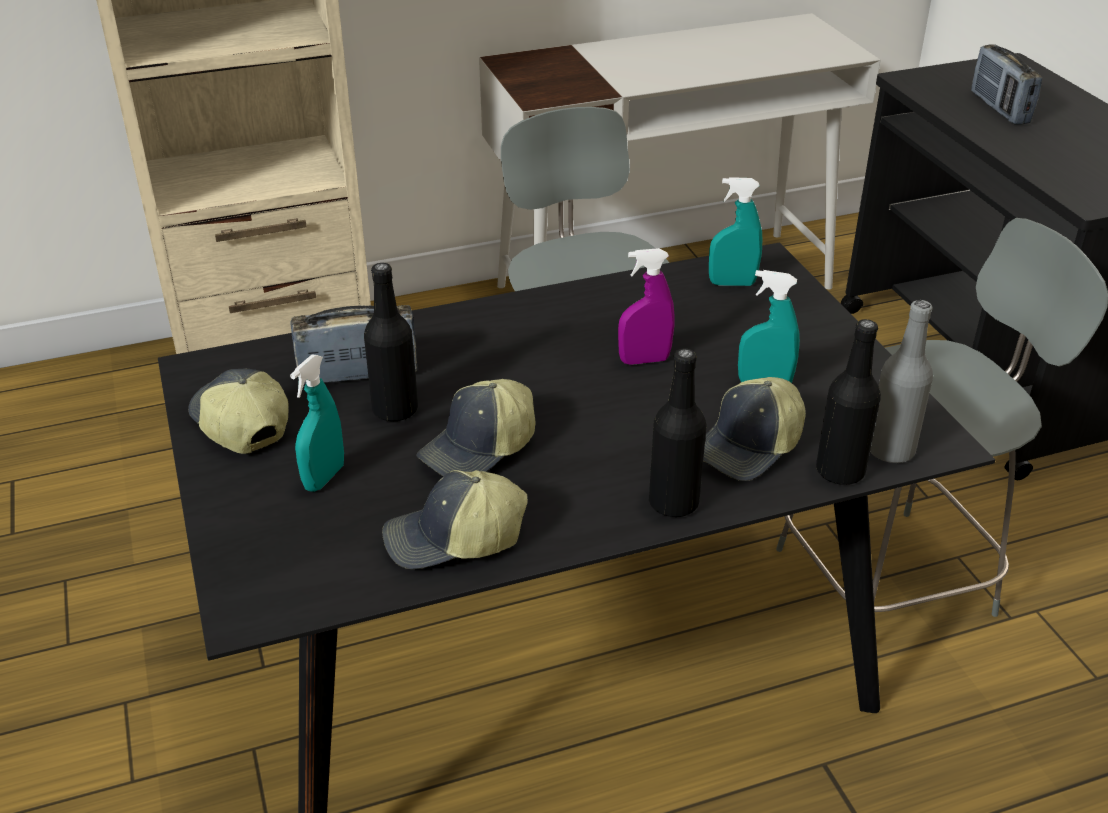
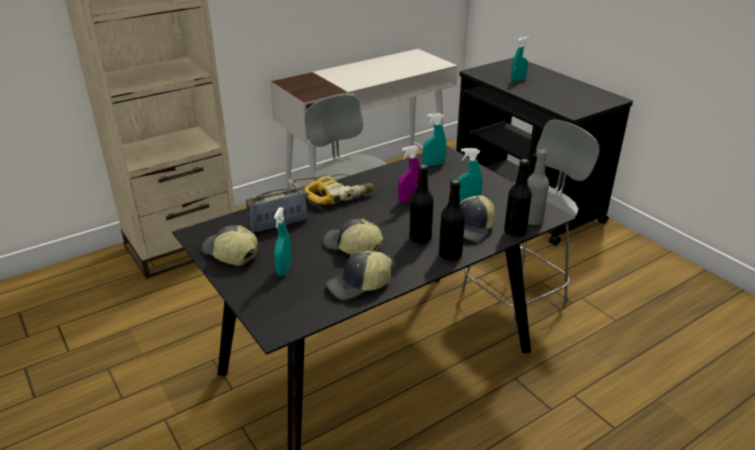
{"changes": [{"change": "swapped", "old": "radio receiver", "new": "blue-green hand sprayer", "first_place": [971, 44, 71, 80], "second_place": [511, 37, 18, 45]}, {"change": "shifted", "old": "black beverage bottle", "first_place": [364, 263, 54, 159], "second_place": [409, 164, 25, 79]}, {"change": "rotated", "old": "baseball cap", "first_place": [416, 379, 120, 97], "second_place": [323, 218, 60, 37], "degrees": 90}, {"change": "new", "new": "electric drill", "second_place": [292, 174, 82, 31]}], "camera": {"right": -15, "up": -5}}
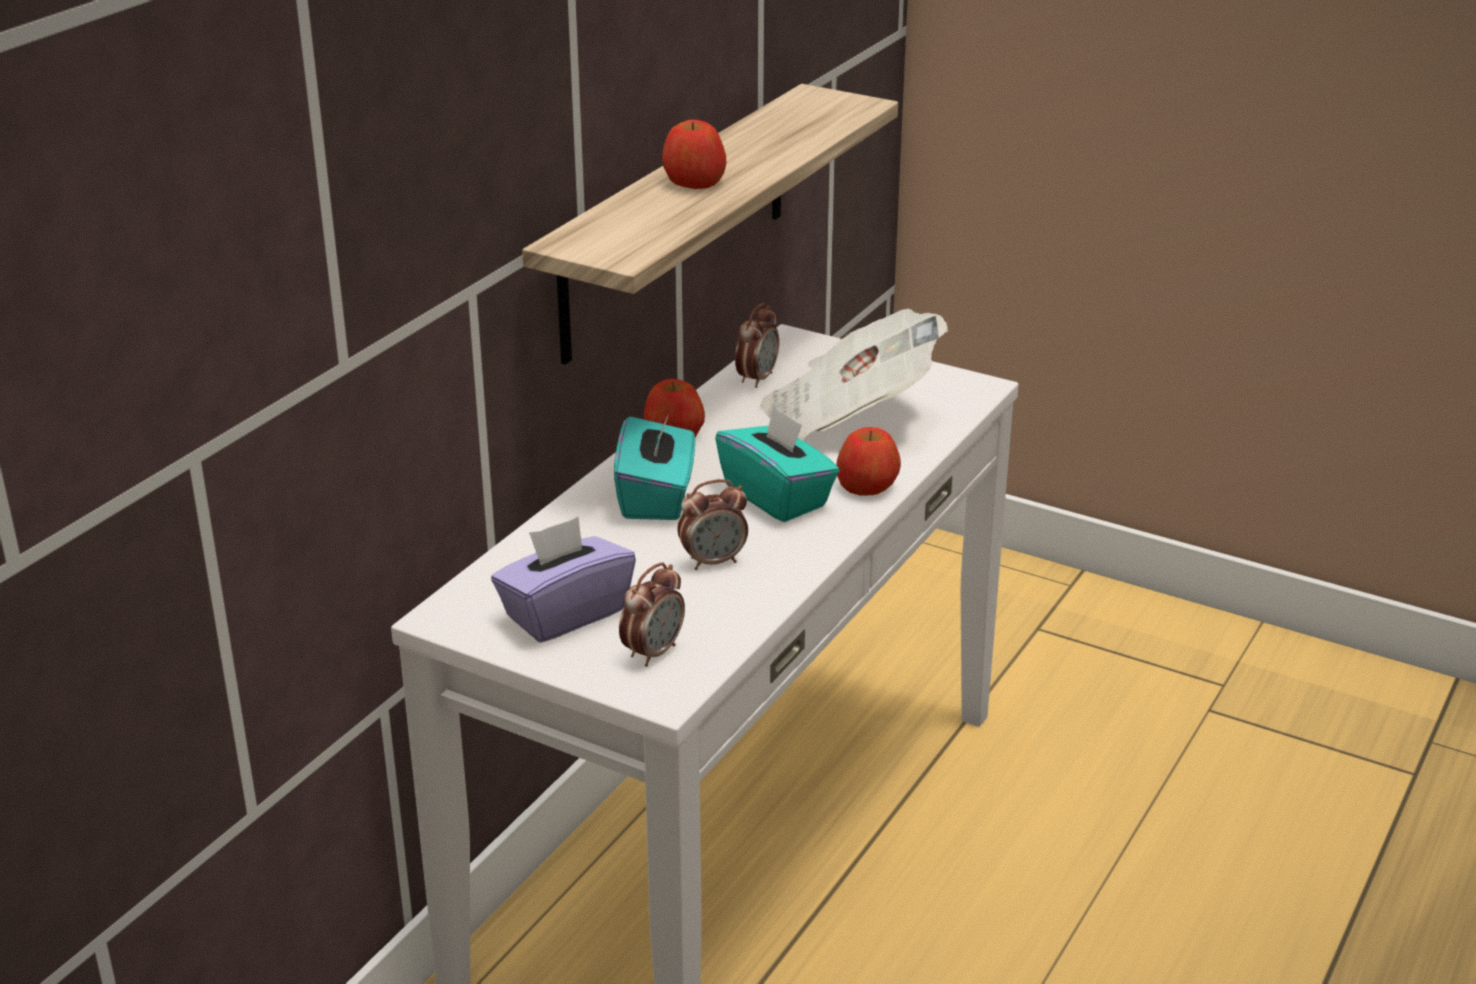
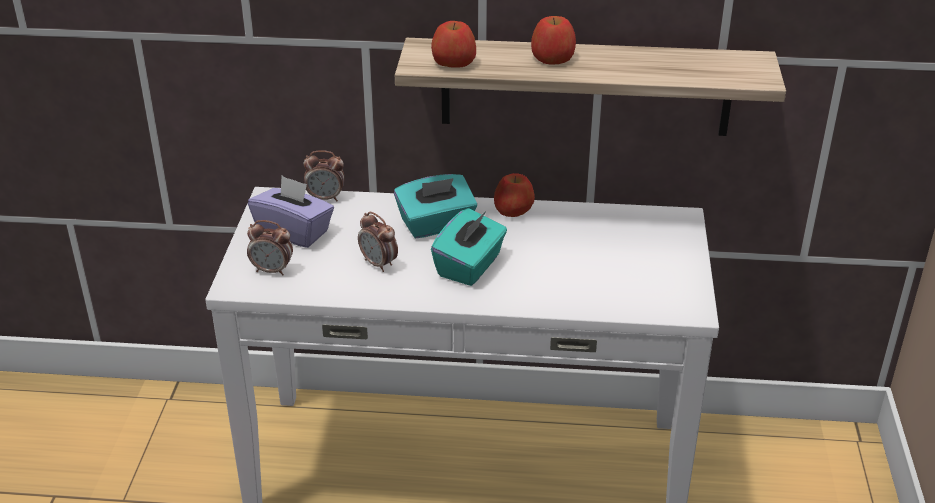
{"changes": [{"change": "shifted", "old": "table clock", "first_place": [735, 303, 44, 85], "second_place": [304, 150, 40, 51]}, {"change": "gone", "old": "newspaper", "first_place": [760, 308, 188, 131]}, {"change": "shifted", "old": "apple fruit", "first_place": [836, 427, 65, 69], "second_place": [431, 21, 45, 47]}], "camera": {"right": 65, "up": 5}}
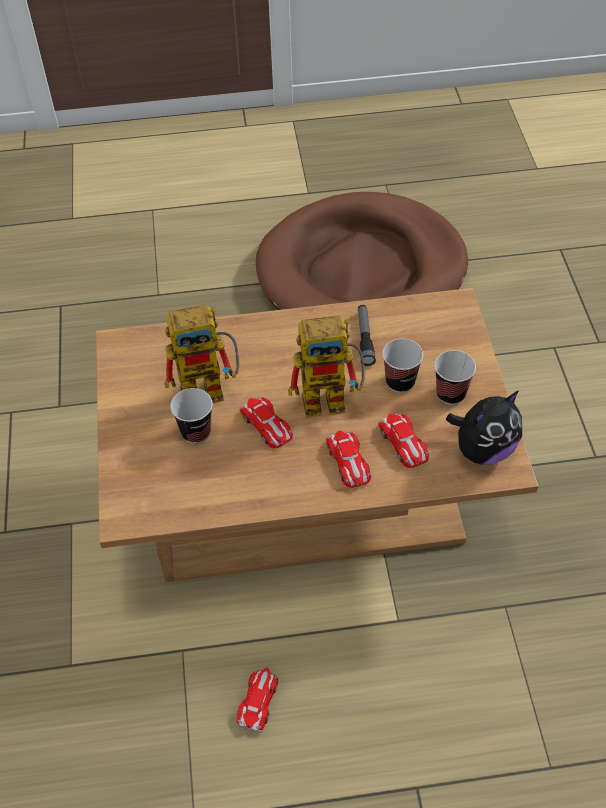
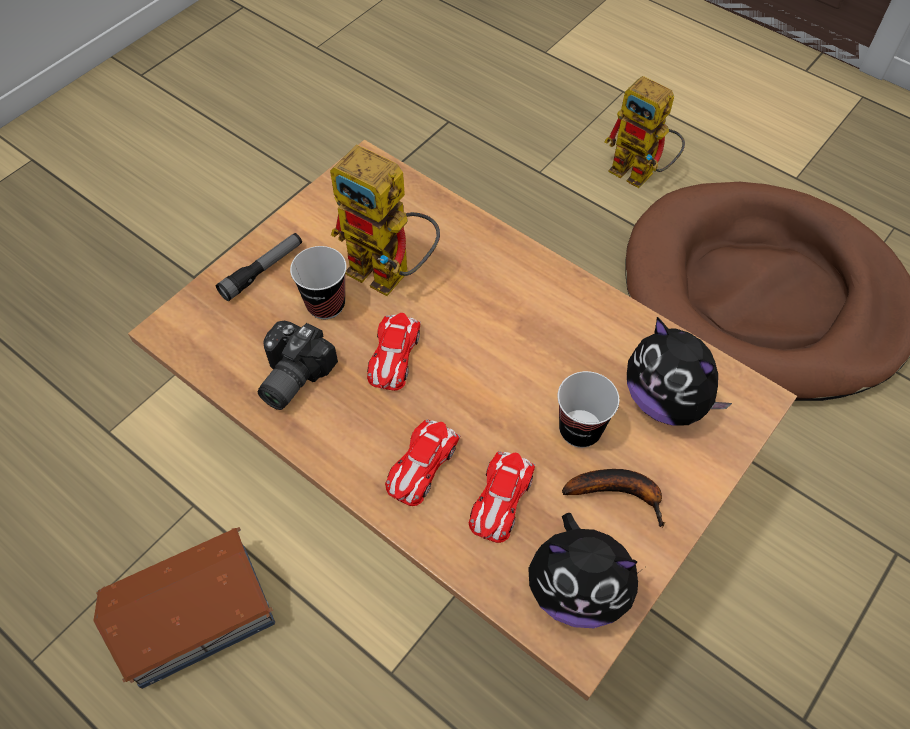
{"changes": [{"change": "shifted", "old": "flashlight", "first_place": [358, 305, 18, 61], "second_place": [216, 233, 86, 68]}, {"change": "shifted", "old": "model robot", "first_place": [288, 315, 77, 102], "second_place": [604, 76, 81, 112]}, {"change": "swapped", "old": "cup", "new": "banana", "first_place": [435, 350, 41, 55], "second_place": [562, 469, 103, 58]}, {"change": "swapped", "old": "model car", "new": "miniature house", "first_place": [236, 668, 42, 65], "second_place": [94, 527, 181, 162]}, {"change": "new", "new": "plush toy", "second_place": [627, 317, 105, 109]}, {"change": "new", "new": "photo camera", "second_place": [258, 321, 80, 89]}], "camera": {"right": 45, "up": 5}}
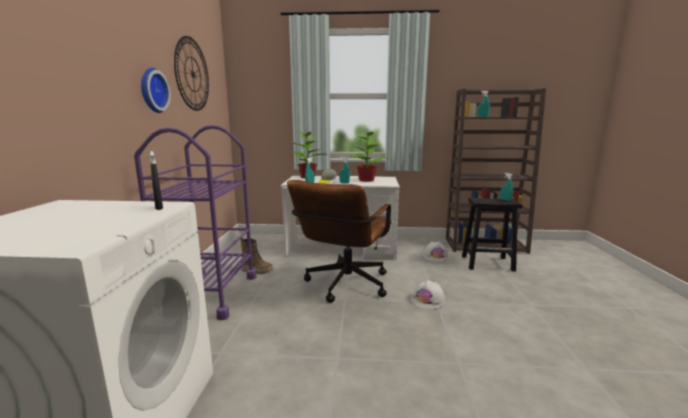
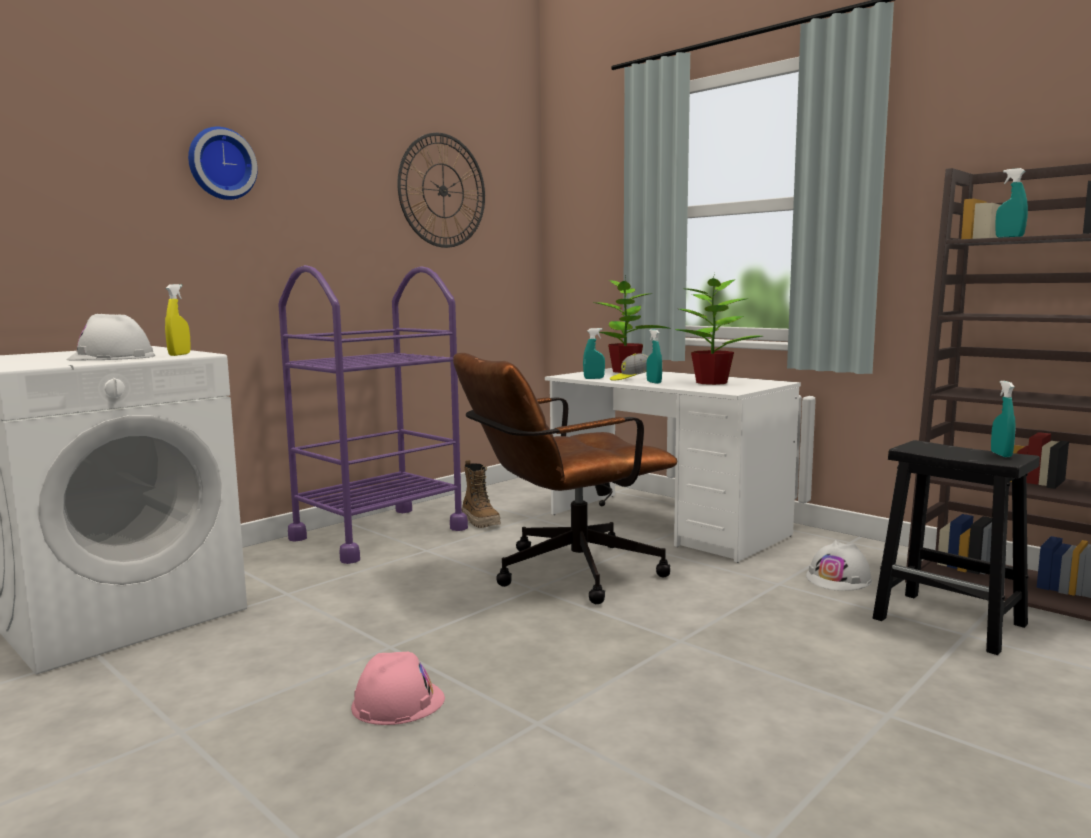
{"changes": [{"change": "shifted", "old": "wall clock", "first_place": [141, 68, 30, 45], "second_place": [188, 127, 70, 73]}, {"change": "repainted", "old": "black hand sprayer", "new": "yellow hand sprayer", "first_place": [150, 151, 13, 59], "second_place": [165, 284, 26, 72]}, {"change": "shifted", "old": "whitish safety helmet", "first_place": [411, 280, 34, 29], "second_place": [67, 314, 88, 47]}, {"change": "new", "new": "pinkish safety helmet", "second_place": [351, 652, 94, 73]}], "camera": {"right": 40, "up": -5}}
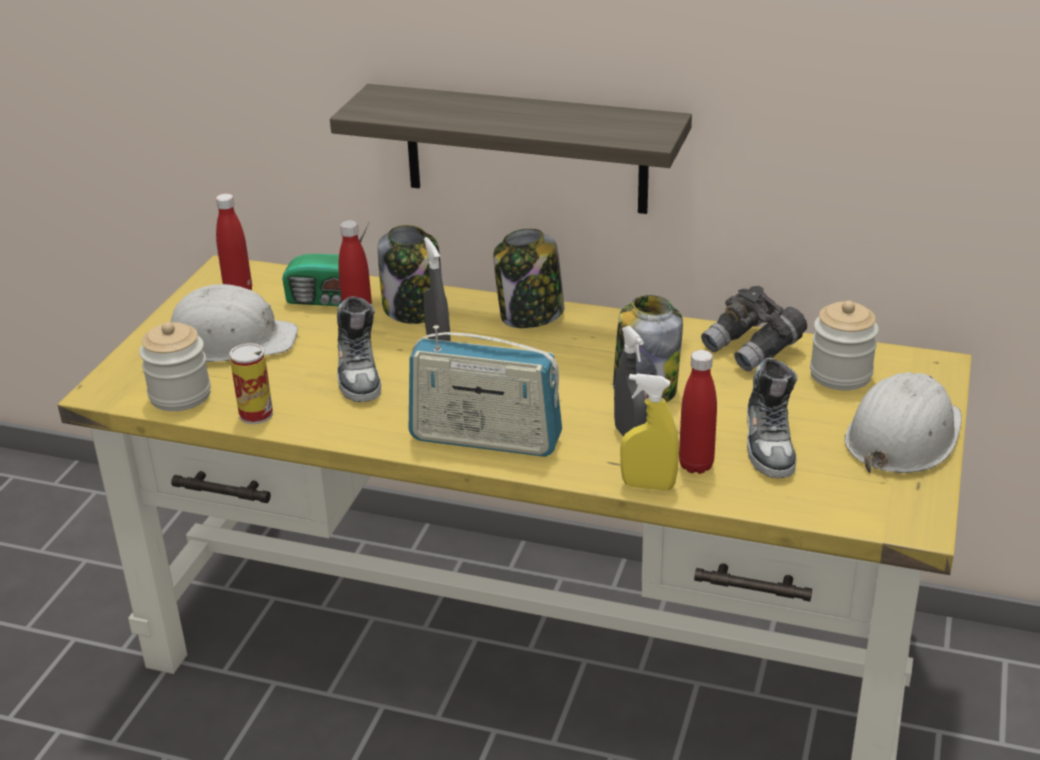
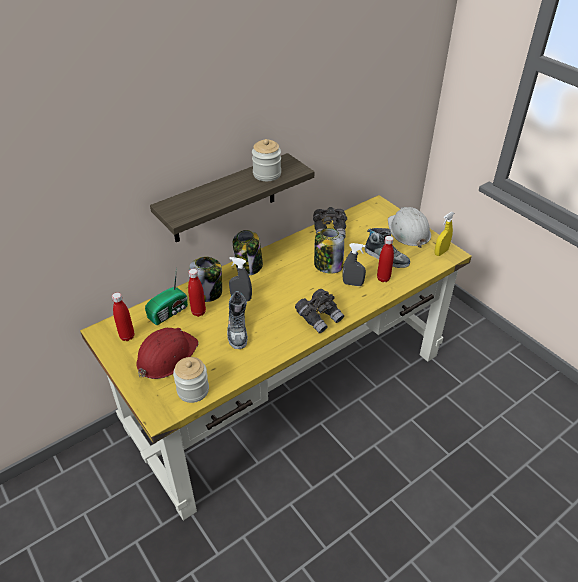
{"changes": [{"change": "repainted", "old": "whitish safety helmet", "new": "reddish safety helmet", "first_place": [171, 284, 127, 78], "second_place": [137, 328, 62, 51]}, {"change": "rotated", "old": "low shoe", "first_place": [337, 296, 44, 106], "second_place": [227, 291, 21, 58], "degrees": 60}, {"change": "shifted", "old": "storage jar", "first_place": [810, 301, 69, 89], "second_place": [252, 139, 29, 42]}, {"change": "swapped", "old": "radio receiver", "new": "greyish binoculars", "first_place": [409, 325, 153, 132], "second_place": [295, 289, 49, 45]}, {"change": "gone", "old": "sealed can", "first_place": [229, 343, 44, 81]}, {"change": "shifted", "old": "yellow hand sprayer", "first_place": [620, 373, 59, 118], "second_place": [435, 212, 19, 44]}], "camera": {"right": -55, "up": 10}}
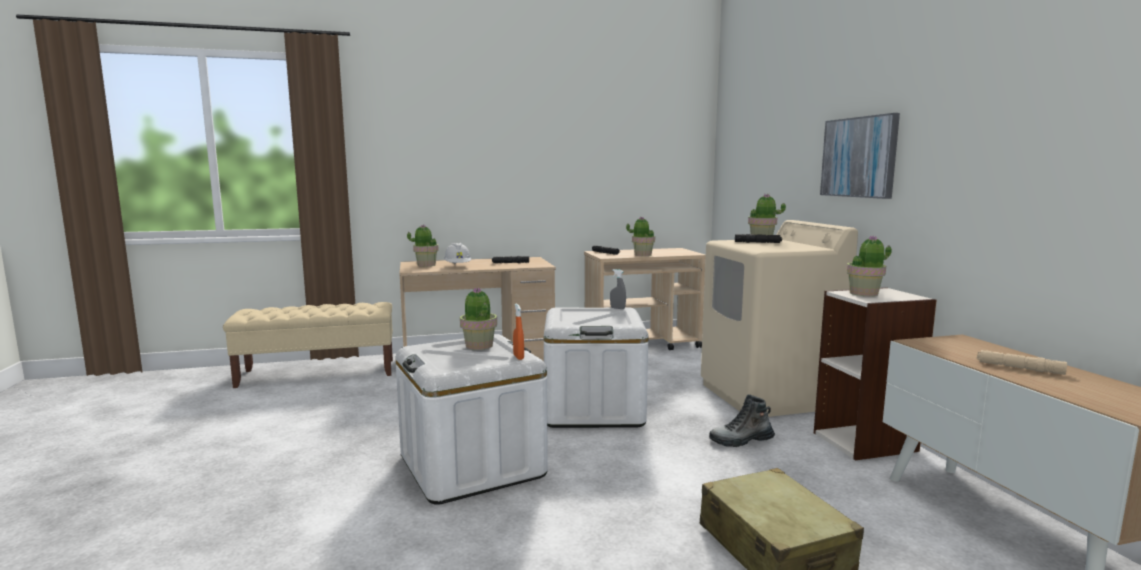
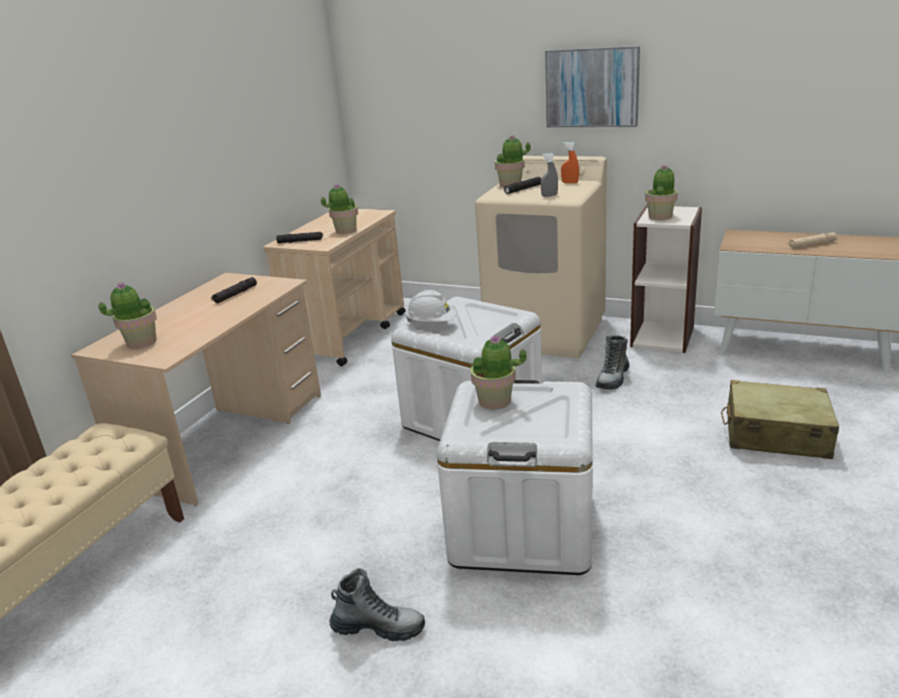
{"changes": [{"change": "shifted", "old": "whitish safety helmet", "first_place": [444, 243, 27, 21], "second_place": [406, 290, 51, 33]}, {"change": "shifted", "old": "greyish hand sprayer", "first_place": [610, 269, 16, 40], "second_place": [541, 153, 17, 44]}, {"change": "shifted", "old": "orangey hand sprayer", "first_place": [513, 304, 11, 56], "second_place": [561, 142, 18, 41]}, {"change": "new", "new": "tall boot", "second_place": [329, 568, 96, 73]}], "camera": {"right": -50, "up": 15}}
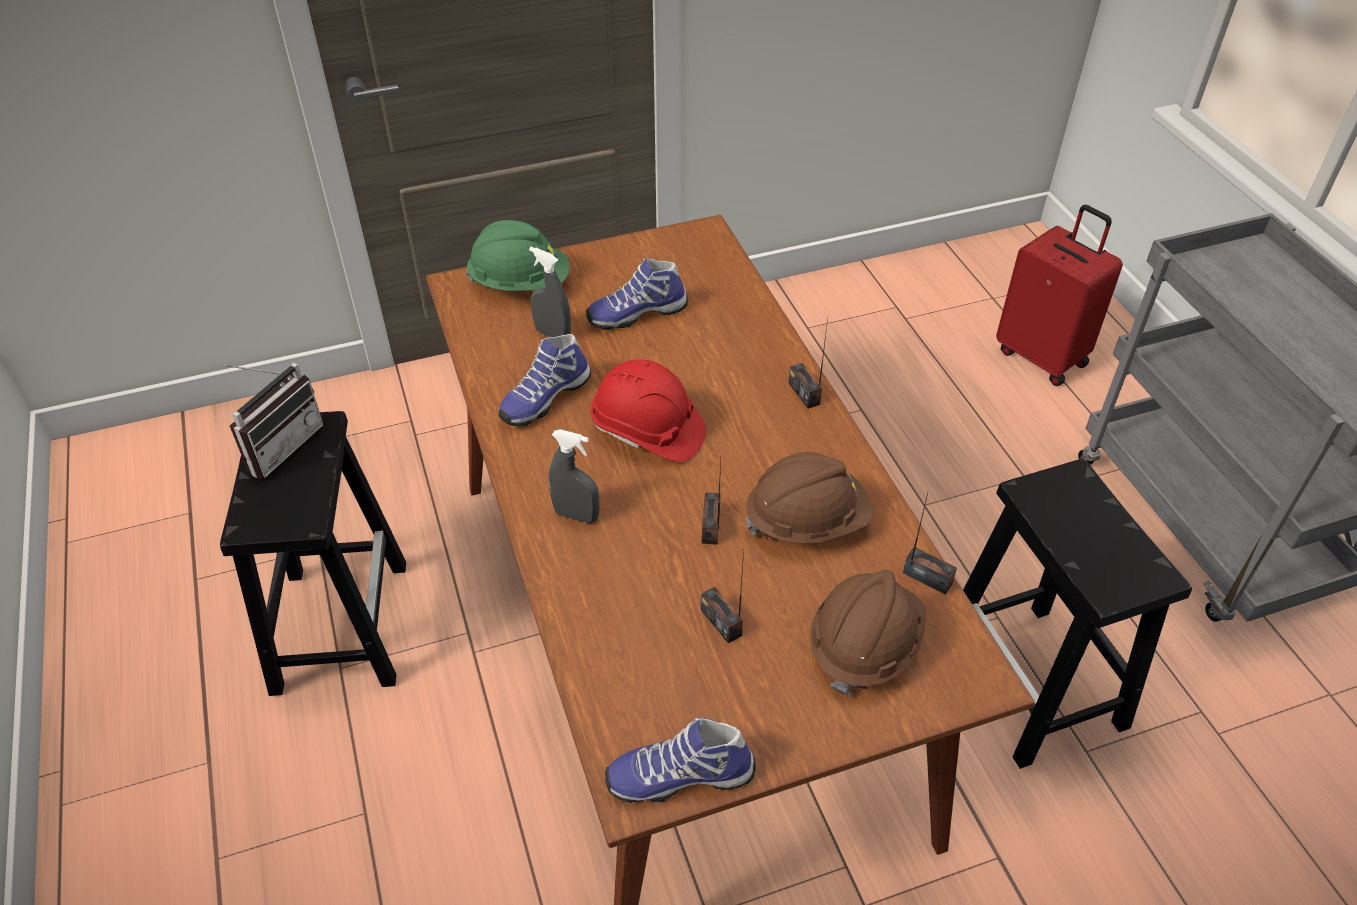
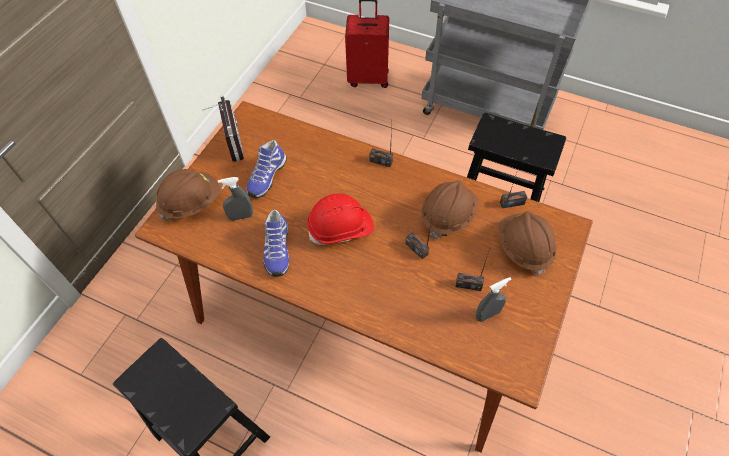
{"changes": [{"change": "repainted", "old": "green-coloured safety helmet", "new": "brownish safety helmet", "first_place": [466, 220, 104, 71], "second_place": [156, 169, 64, 52]}, {"change": "shifted", "old": "radio receiver", "first_place": [224, 363, 99, 116], "second_place": [202, 95, 42, 67]}, {"change": "shifted", "old": "greyish hand sprayer", "first_place": [549, 429, 51, 94], "second_place": [476, 277, 36, 45]}, {"change": "gone", "old": "low shoe", "first_place": [605, 718, 151, 85]}], "camera": {"right": -45, "up": 10}}
